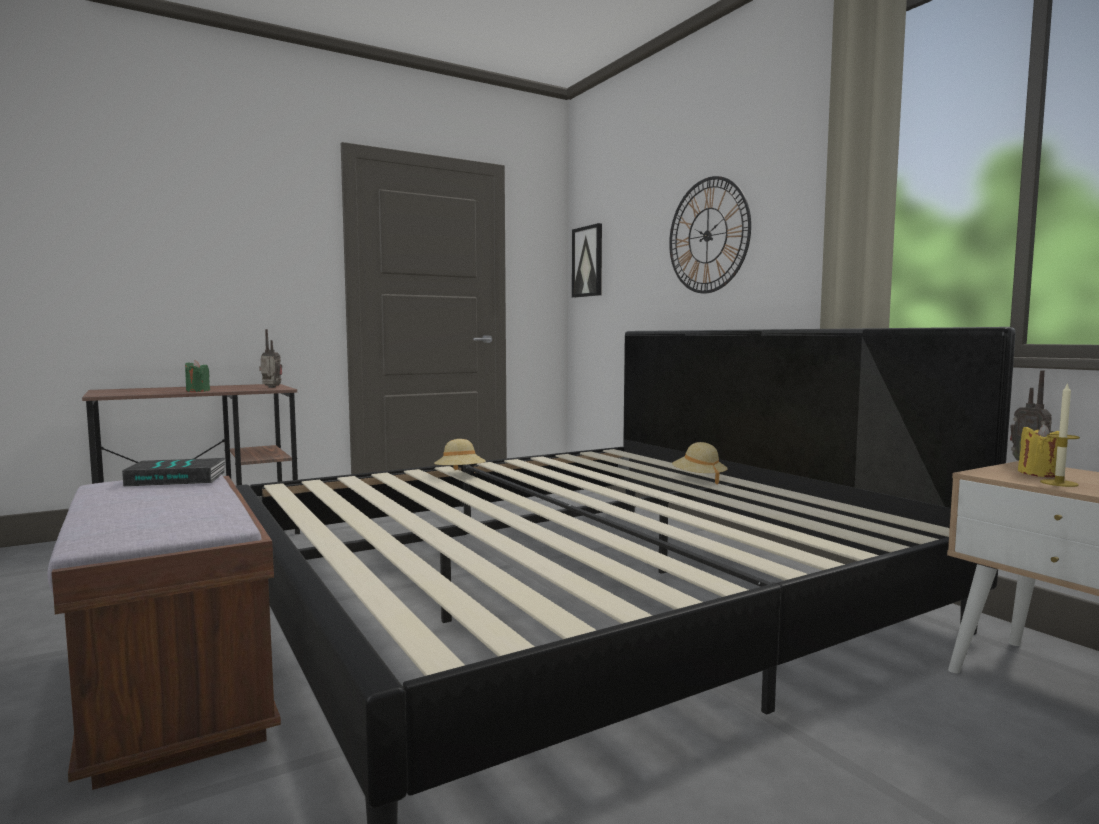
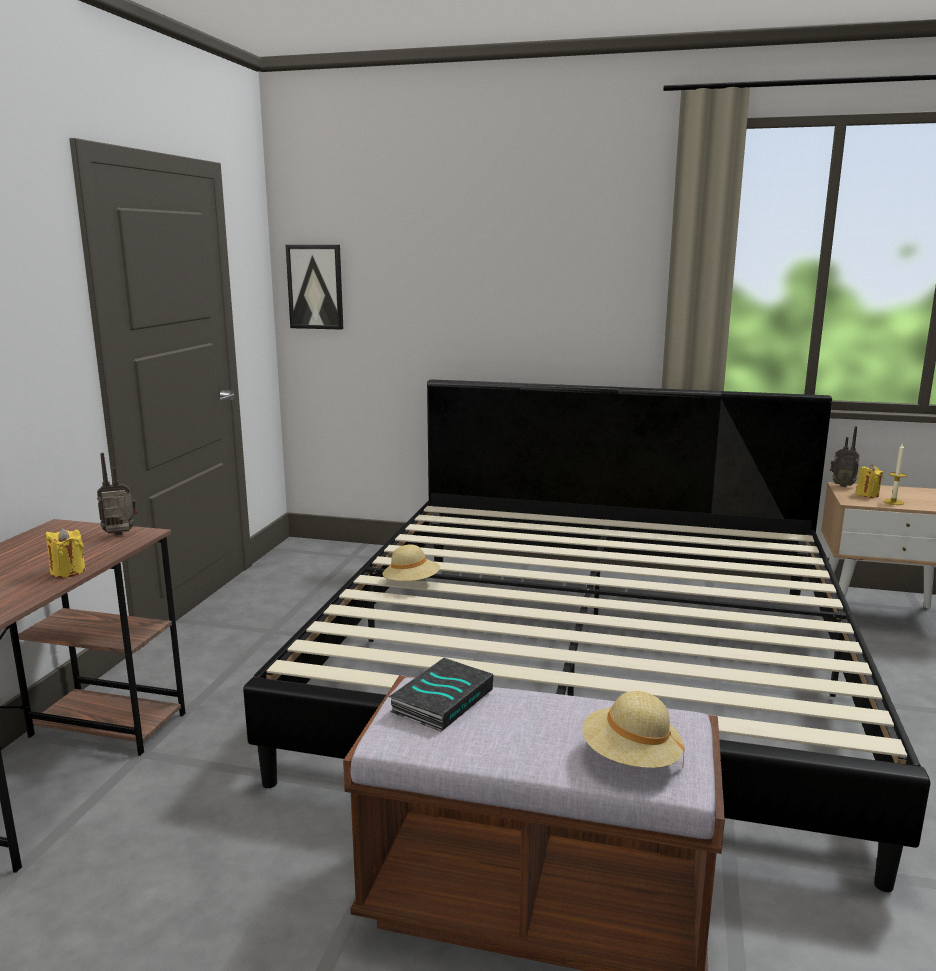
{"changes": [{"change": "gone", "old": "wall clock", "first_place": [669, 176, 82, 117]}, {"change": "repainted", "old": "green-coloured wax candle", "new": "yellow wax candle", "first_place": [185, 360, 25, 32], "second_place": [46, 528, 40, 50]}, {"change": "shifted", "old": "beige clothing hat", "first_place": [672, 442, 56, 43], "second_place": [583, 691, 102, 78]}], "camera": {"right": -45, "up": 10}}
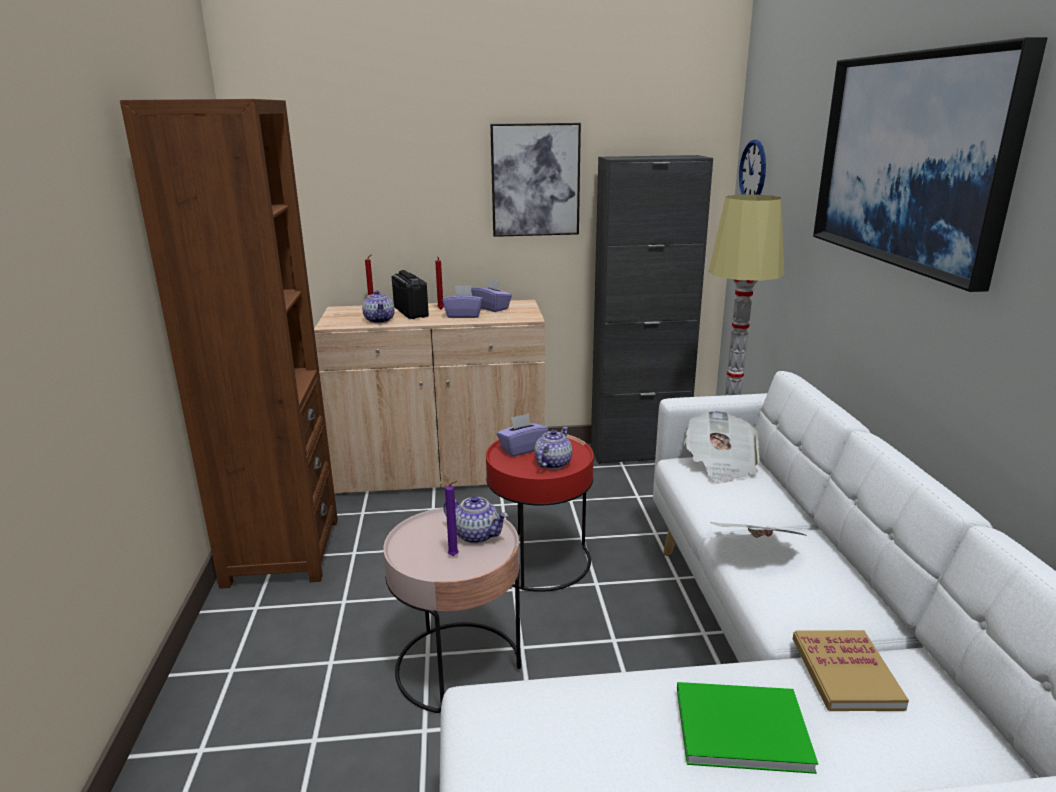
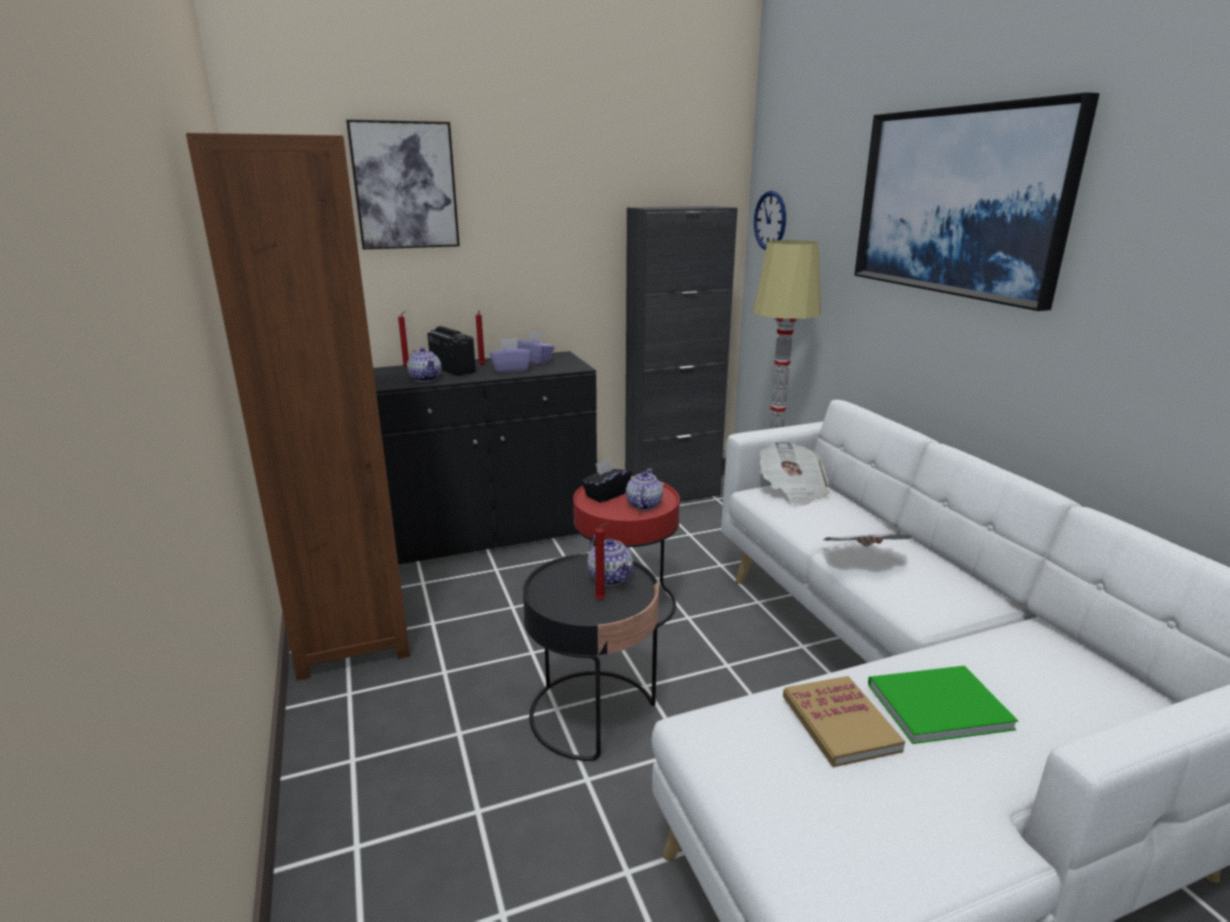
{"changes": [{"change": "shifted", "old": "wall picture", "first_place": [490, 123, 91, 114], "second_place": [346, 119, 114, 130]}, {"change": "repainted", "old": "beige cupboard", "new": "black cupboard", "first_place": [314, 300, 231, 195], "second_place": [373, 351, 224, 214]}, {"change": "repainted", "old": "purple-coloured box of tissues", "new": "black box of tissues", "first_place": [497, 413, 51, 44], "second_place": [581, 459, 51, 44]}, {"change": "repainted", "old": "purple-coloured wax candle", "new": "reddish wax candle", "first_place": [445, 481, 14, 75], "second_place": [595, 522, 14, 78]}, {"change": "rotated", "old": "tea pot", "first_place": [443, 496, 66, 48], "second_place": [587, 535, 46, 51], "degrees": 45}, {"change": "repainted", "old": "pinkish side table", "new": "black side table", "first_place": [383, 508, 138, 205], "second_place": [523, 553, 136, 208]}, {"change": "shifted", "old": "volume", "first_place": [793, 630, 116, 81], "second_place": [783, 676, 122, 91]}], "camera": {"right": -15, "up": 0}}
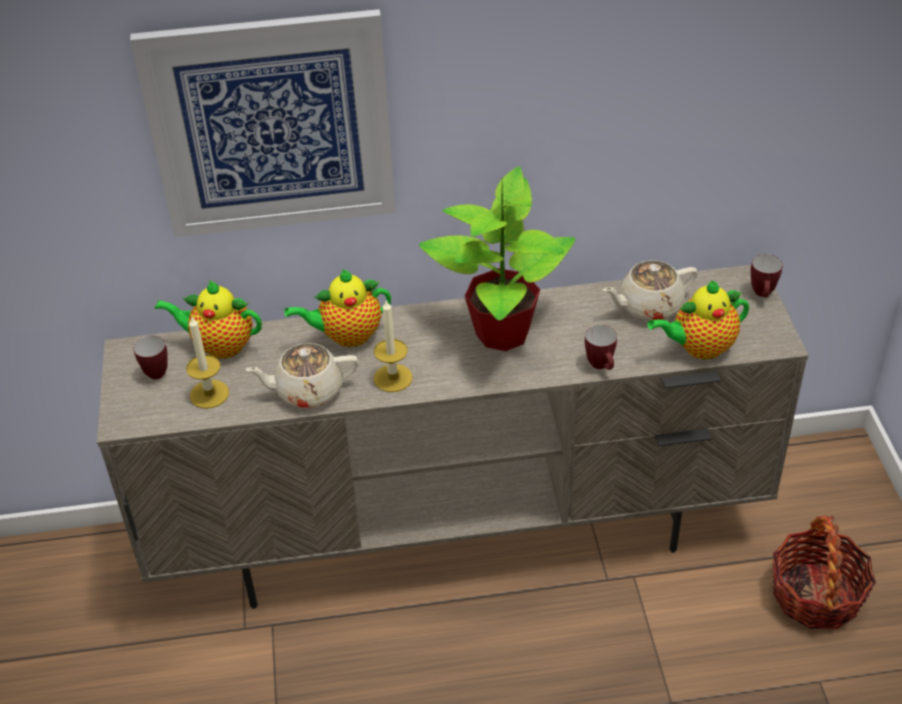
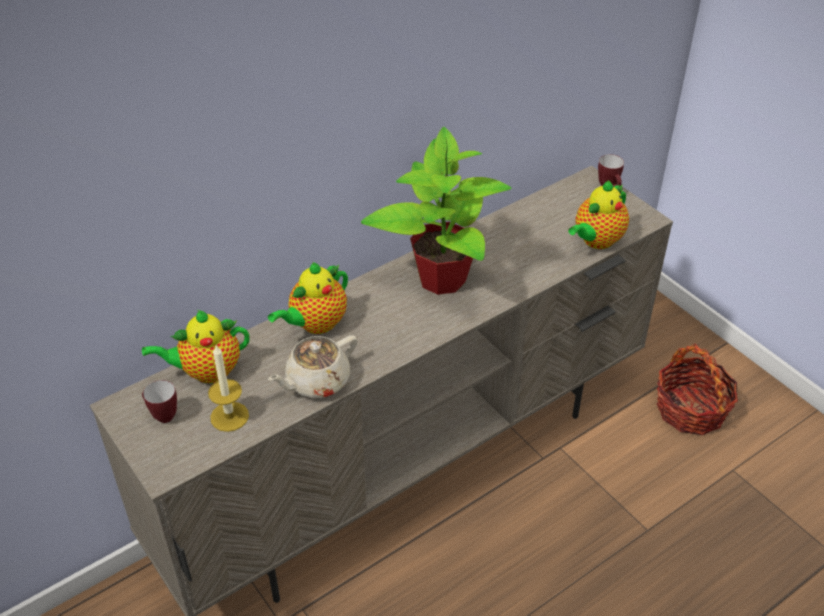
{"changes": [{"change": "gone", "old": "wall picture", "first_place": [130, 9, 266, 228]}, {"change": "gone", "old": "beige tea pot", "first_place": [603, 260, 95, 61]}, {"change": "gone", "old": "wax candle", "first_place": [374, 300, 39, 92]}, {"change": "gone", "old": "tea mug", "first_place": [585, 325, 32, 45]}], "camera": {"right": -30, "up": 0}}
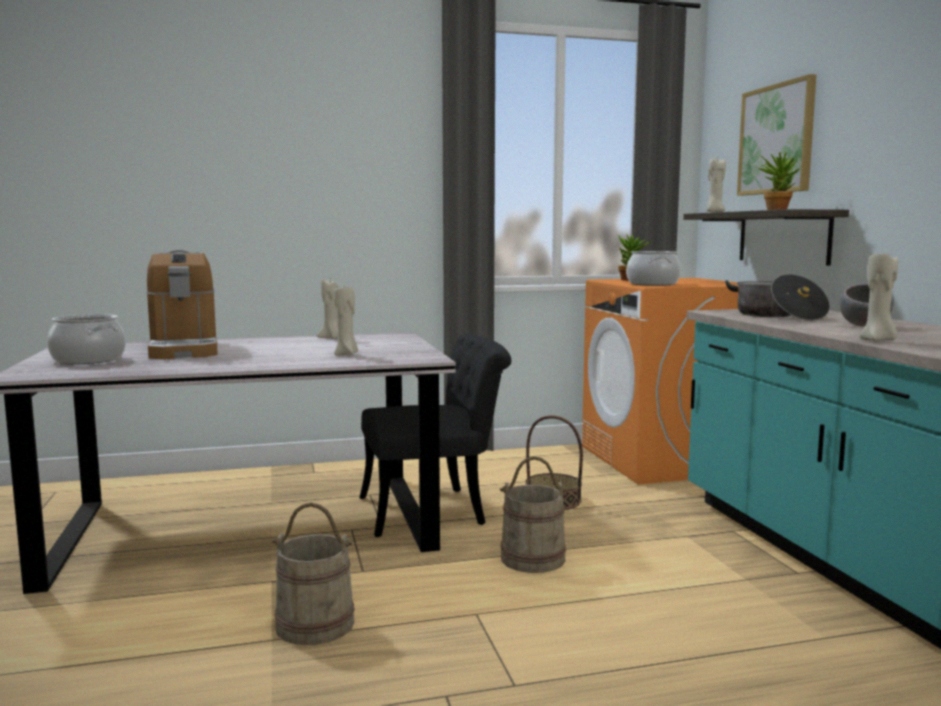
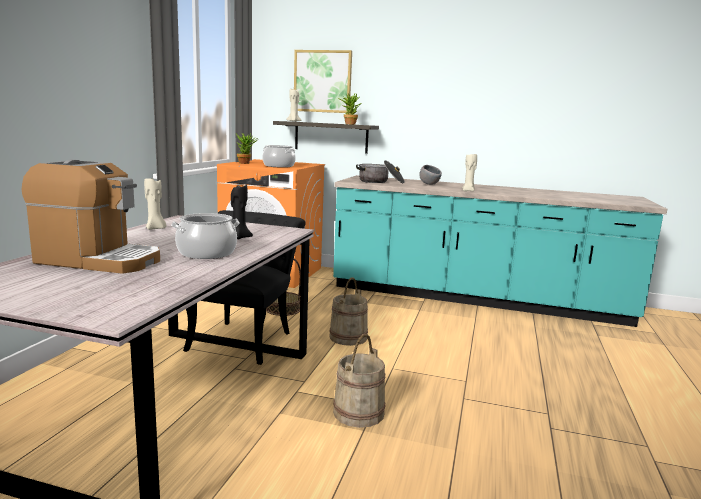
{"changes": [{"change": "repainted", "old": "beige wax candle", "new": "black wax candle", "first_place": [334, 287, 24, 69], "second_place": [231, 185, 22, 54]}, {"change": "shifted", "old": "cooking pot", "first_place": [47, 314, 79, 50], "second_place": [171, 213, 69, 46]}], "camera": {"right": -60, "up": 5}}
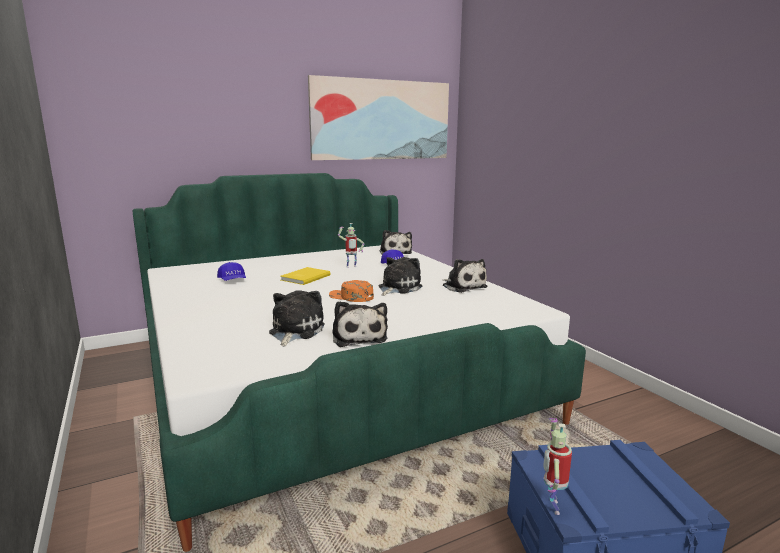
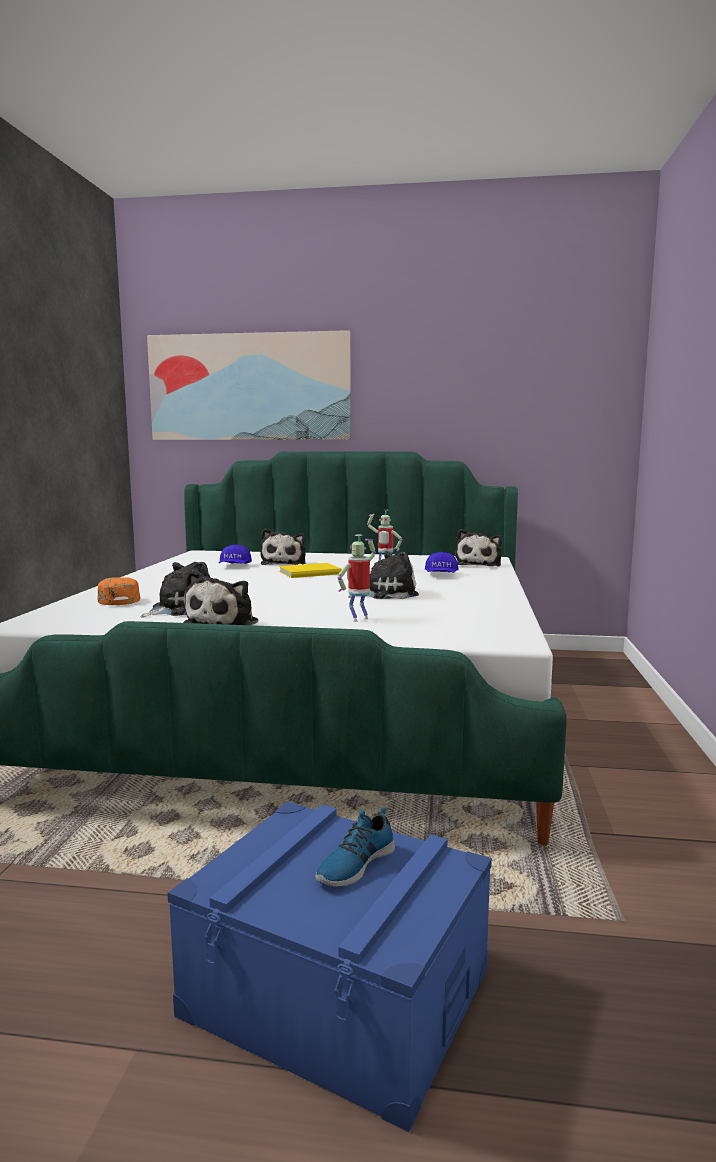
{"changes": [{"change": "shifted", "old": "wall picture", "first_place": [308, 75, 141, 85], "second_place": [147, 330, 204, 110]}, {"change": "shifted", "old": "plush toy", "first_place": [443, 259, 45, 34], "second_place": [260, 529, 46, 36]}, {"change": "shifted", "old": "orangey baseball cap", "first_place": [329, 280, 45, 22], "second_place": [98, 577, 42, 28]}, {"change": "shifted", "old": "model robot", "first_place": [543, 418, 29, 97], "second_place": [338, 534, 38, 88]}, {"change": "new", "new": "low shoe", "second_place": [315, 806, 80, 81]}], "camera": {"right": 35, "up": -5}}
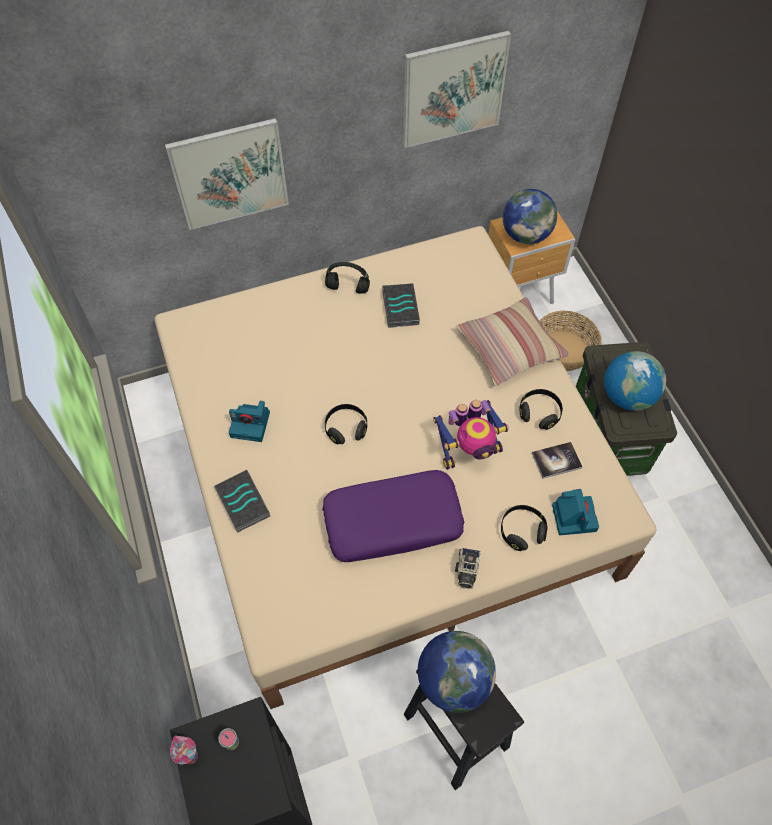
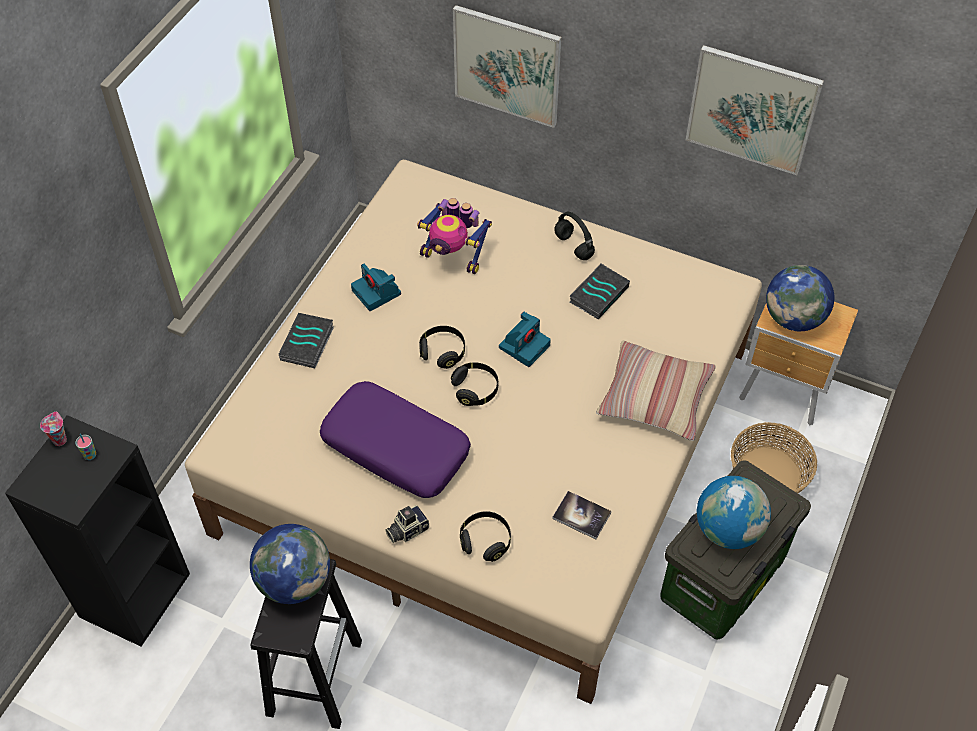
{"changes": [{"change": "shifted", "old": "black pair of headphones", "first_place": [519, 389, 44, 41], "second_place": [451, 362, 47, 44]}, {"change": "shifted", "old": "model robot", "first_place": [433, 400, 76, 70], "second_place": [417, 198, 75, 76]}, {"change": "shifted", "old": "photo camera", "first_place": [552, 489, 47, 46], "second_place": [499, 312, 52, 55]}], "camera": {"right": 45, "up": -5}}
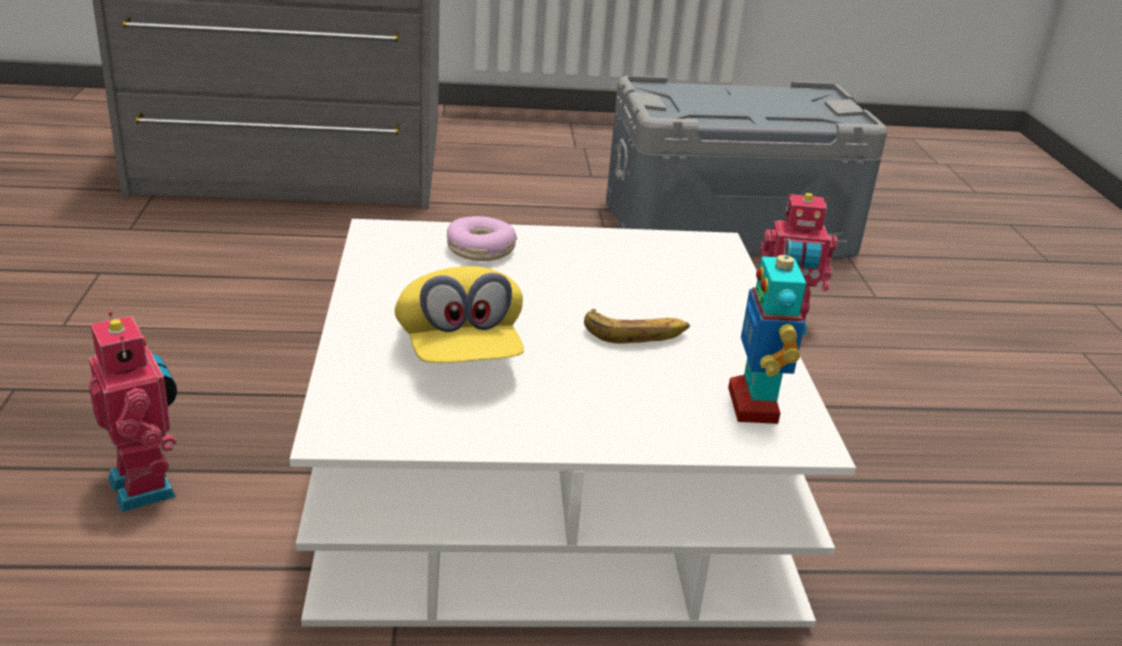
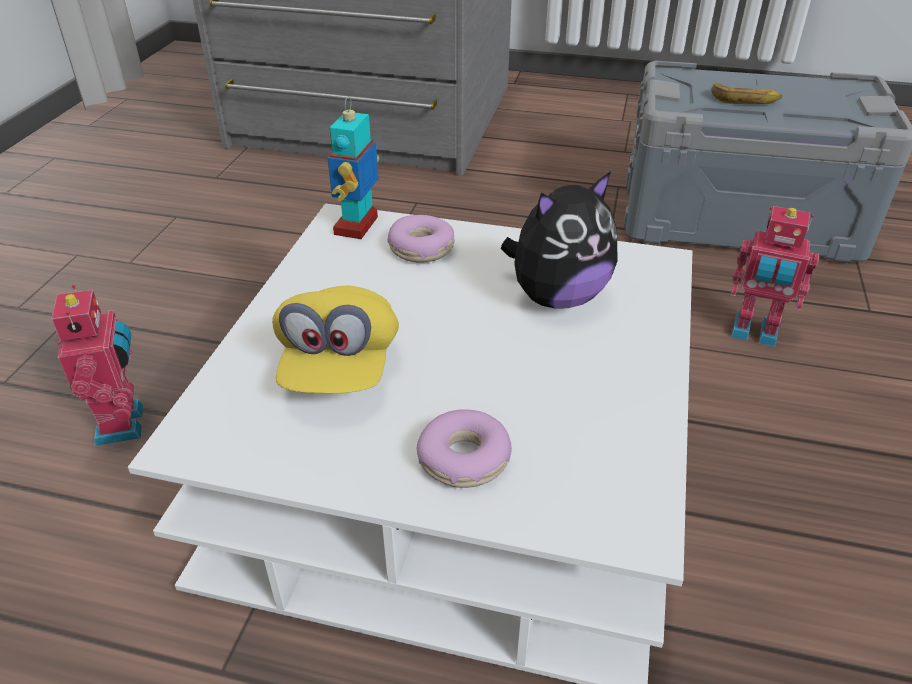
{"changes": [{"change": "shifted", "old": "model robot", "first_place": [728, 238, 78, 186], "second_place": [327, 96, 52, 143]}, {"change": "shifted", "old": "banana", "first_place": [584, 309, 106, 35], "second_place": [711, 83, 71, 21]}, {"change": "new", "new": "plush toy", "second_place": [500, 171, 117, 138]}, {"change": "new", "new": "donut", "second_place": [417, 409, 95, 79]}], "camera": {"right": 20, "up": 10}}
